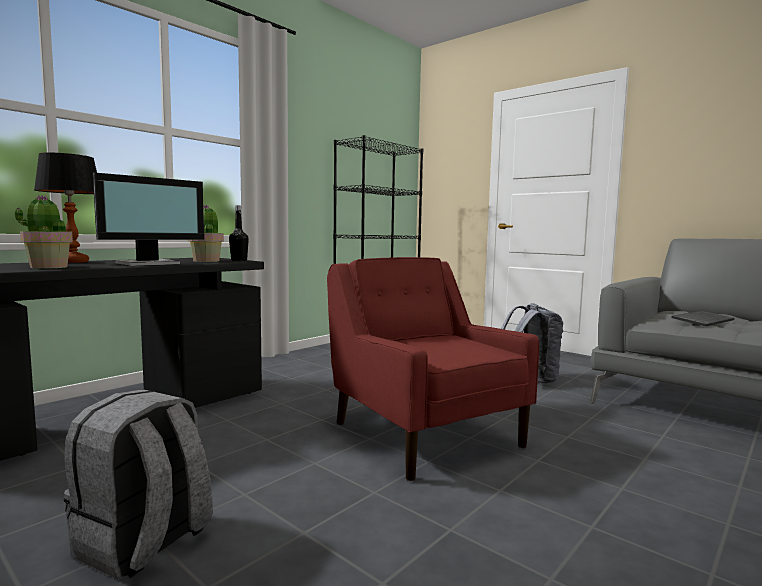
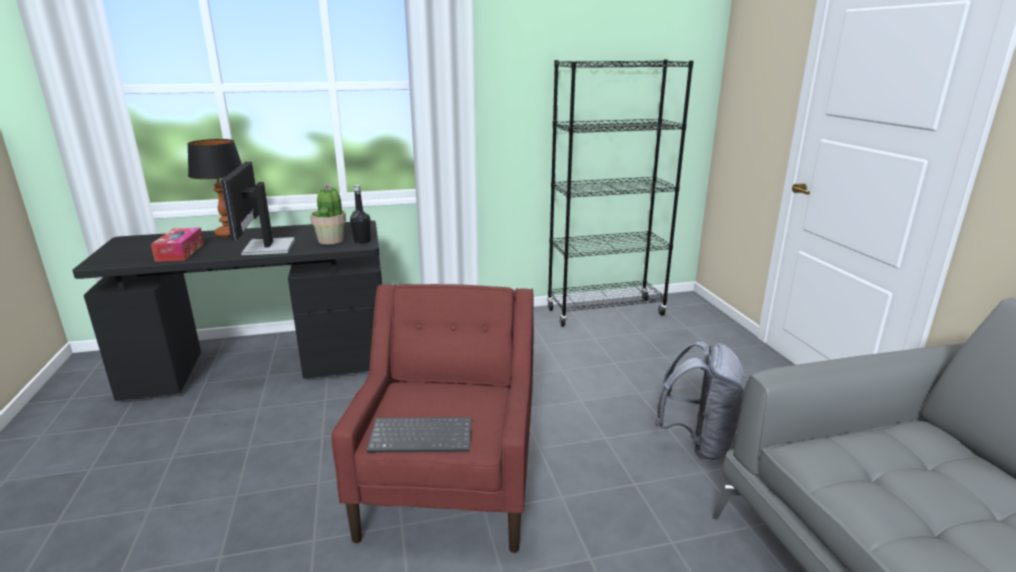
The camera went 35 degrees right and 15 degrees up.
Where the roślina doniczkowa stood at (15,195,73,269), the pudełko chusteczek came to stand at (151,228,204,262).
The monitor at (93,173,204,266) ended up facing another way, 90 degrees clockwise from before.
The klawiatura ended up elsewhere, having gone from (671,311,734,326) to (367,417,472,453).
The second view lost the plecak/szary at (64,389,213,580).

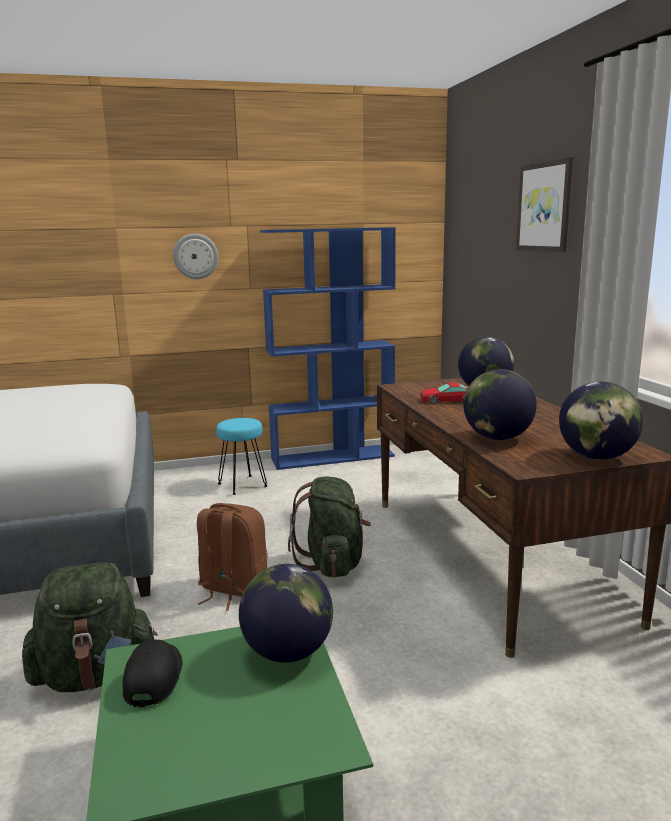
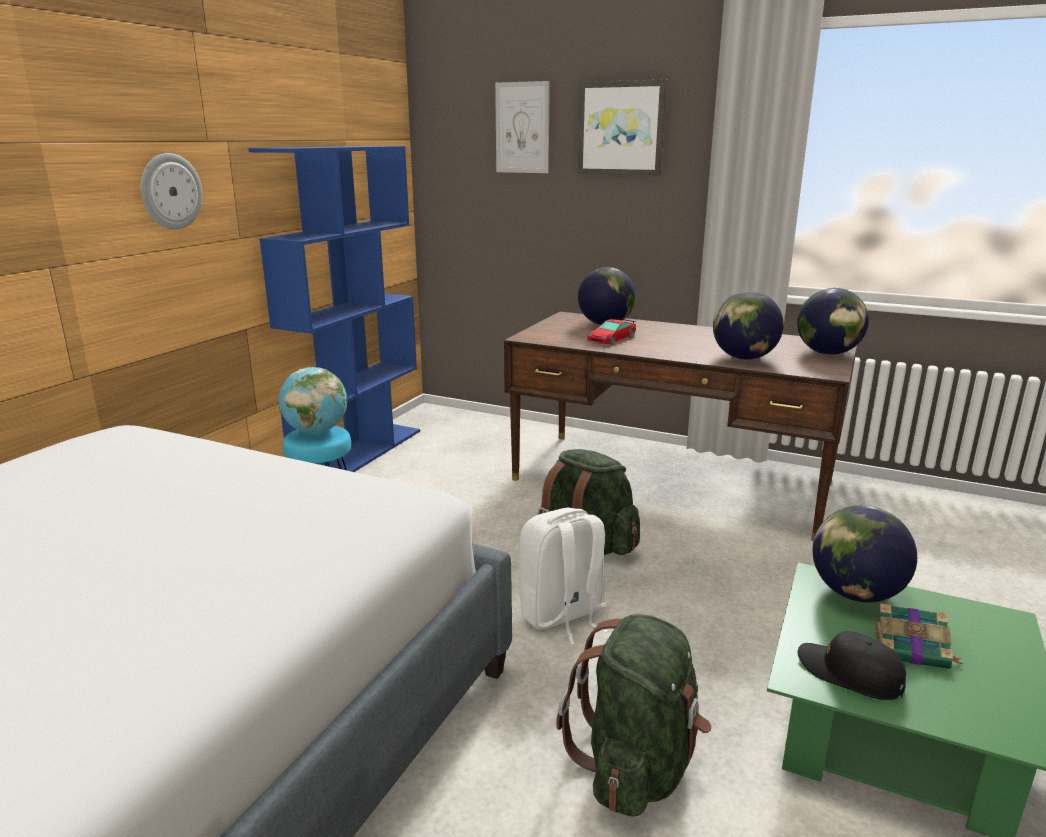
The camera went 50 degrees left and 5 degrees up.
The second view gained the globus at (278,367,347,434).
The second view gained the obraz at (495,81,550,173).
What was the plecak/brązowy at (197,503,268,611) turned into the plecak/biały at (519,508,608,645).
The second view gained the książka at (874,603,963,669).

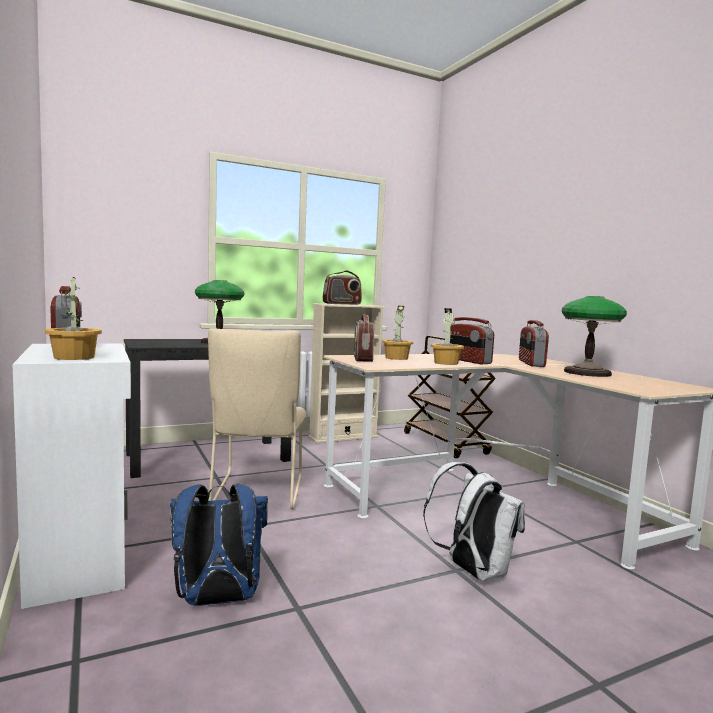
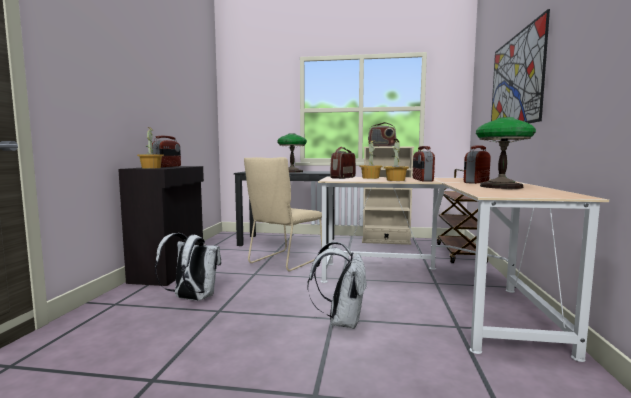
The camera went 35 degrees right and 0 degrees up.
What was the szafka/biały at (12,343,131,609) turned into the szafka/czarny at (118,166,206,286).
What was the plecak/niebieski at (170,484,268,606) turned into the plecak/biały at (155,233,221,301).
The second view gained the obraz at (491,9,550,123).

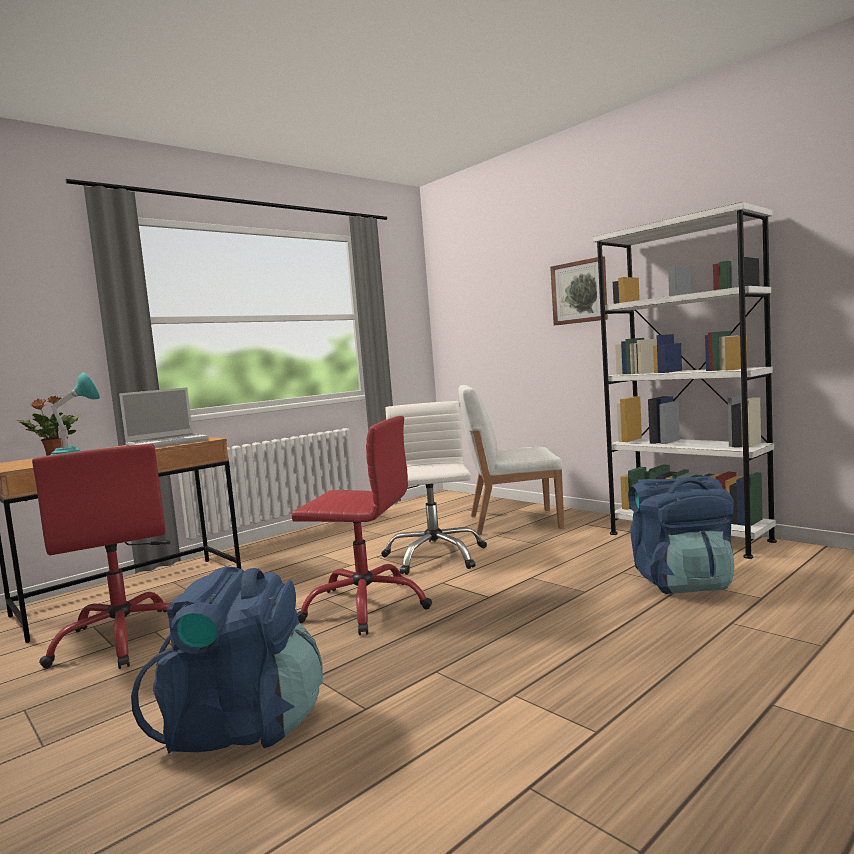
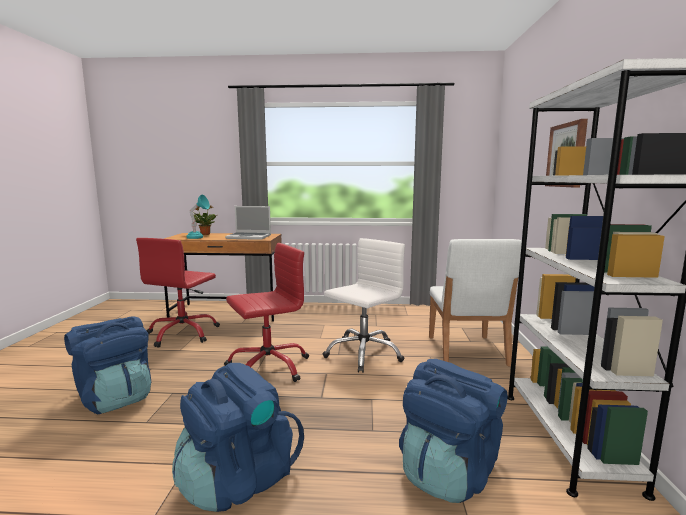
The camera went 45 degrees right and 5 degrees up.
The second view gained the plecak/niebieski at (172,363,304,512).
The krzesło biurowe/czerwony at (291,416,432,635) ended up facing another way, 90 degrees counterclockwise from before.
The krzesło/biały at (458,385,564,535) ended up facing another way, 135 degrees counterclockwise from before.

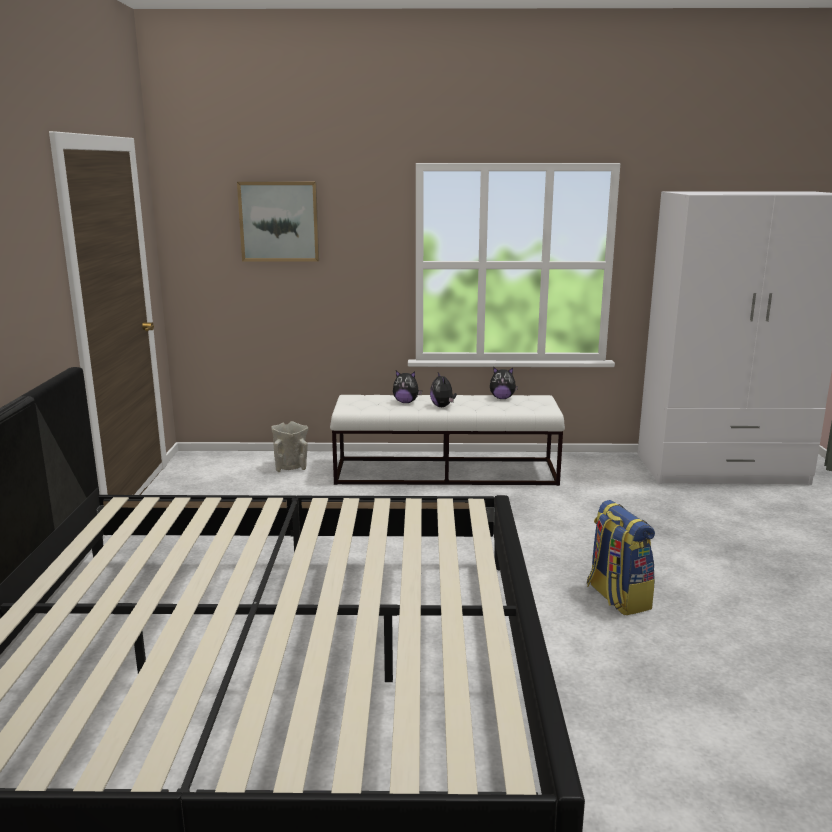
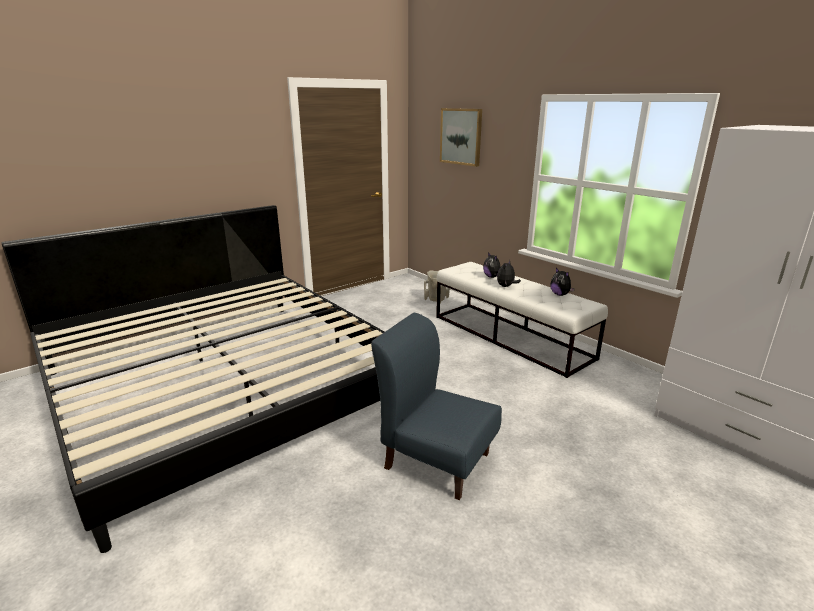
The camera went 50 degrees right and 5 degrees up.
Where the plecak stood at (587,500,655,616), the krzesło/niebieski came to stand at (371,313,502,500).

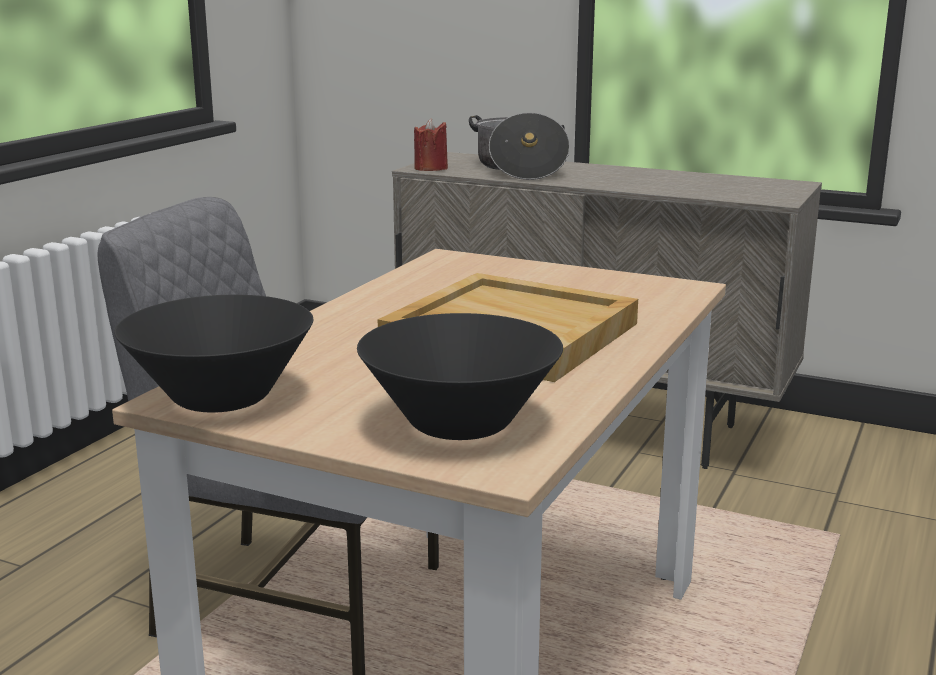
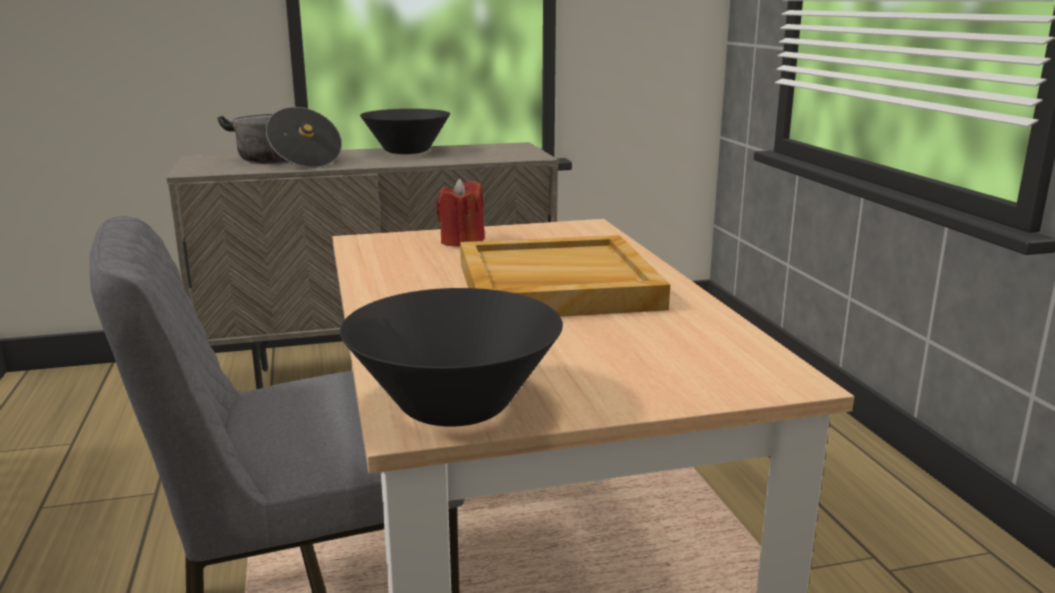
The camera went 40 degrees left and 0 degrees up.
The miska/czarny ended up elsewhere, having gone from (357,313,563,440) to (360,109,450,154).
The świeca/czerwony ended up elsewhere, having gone from (414,119,448,171) to (436,179,485,247).

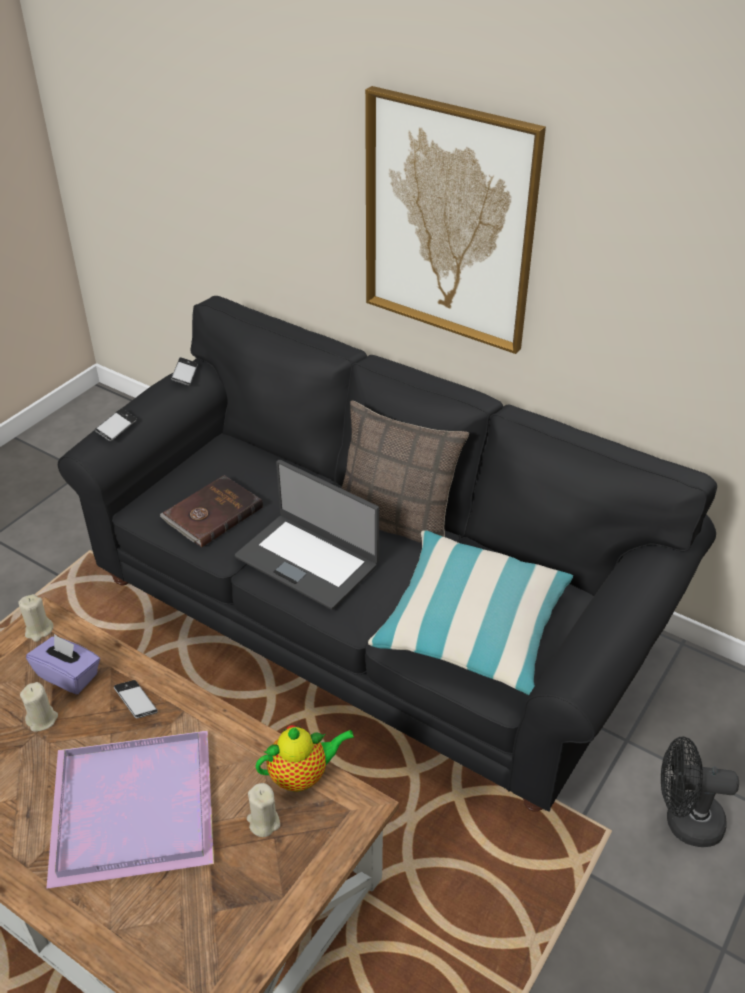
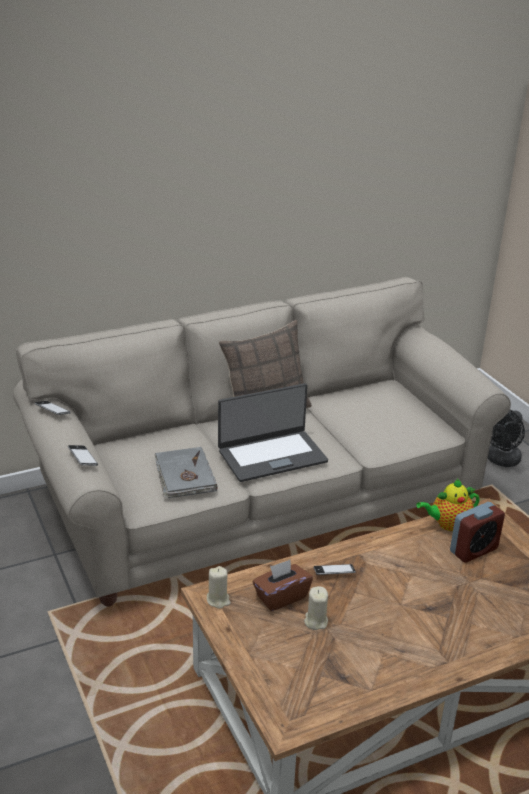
The camera went 60 degrees left and 10 degrees down.
What was the kanapa/czarny at (58,296,717,812) turned into the kanapa/beżowy at (13,277,511,607).
What was the książka/brązowy at (160,475,263,547) turned into the książka/szary at (154,447,218,498).
What was the pudełko chusteczek/fioletowy at (26,634,100,695) turned into the pudełko chusteczek/brązowy at (253,560,313,611).
The imbryk at (256,725,355,792) ended up facing another way, 120 degrees counterclockwise from before.
Where the świeca/beżowy stood at (247,783,280,837), the budzik came to stand at (450,502,505,563).
The second view lost the taca/fioletowy at (46,730,214,889).
The second view lost the obraz at (365,86,546,354).
The second view lost the poduszka at (368,531,573,695).

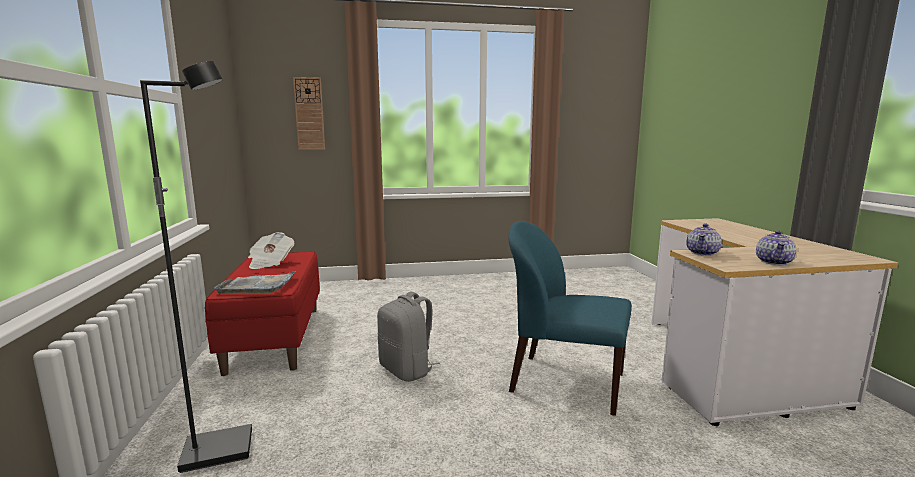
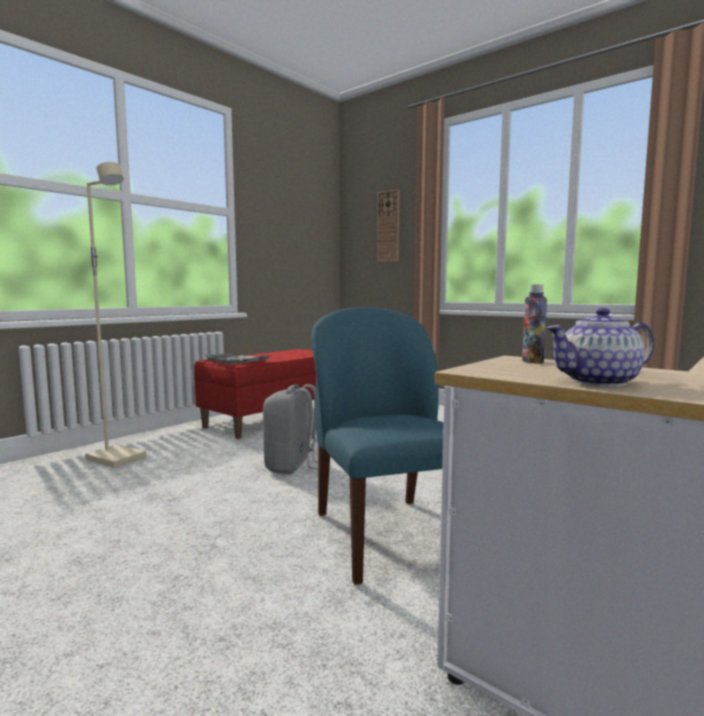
The camera went 50 degrees right and 5 degrees down.
What was the lampa stojąca/czarny at (140,61,252,473) turned into the lampa stojąca/beżowy at (85,162,147,468).
Where the imbryk stood at (686,223,722,256), the butelka came to stand at (522,285,547,364).
The second view lost the gazeta at (248,232,294,269).

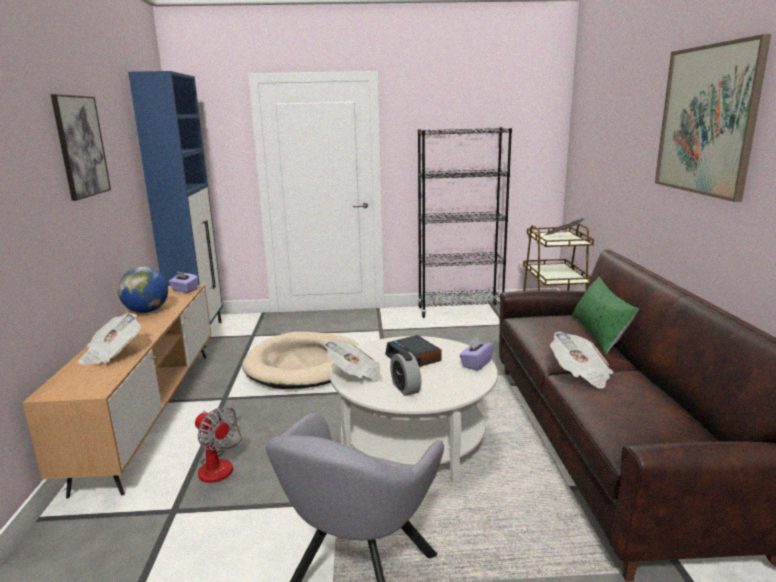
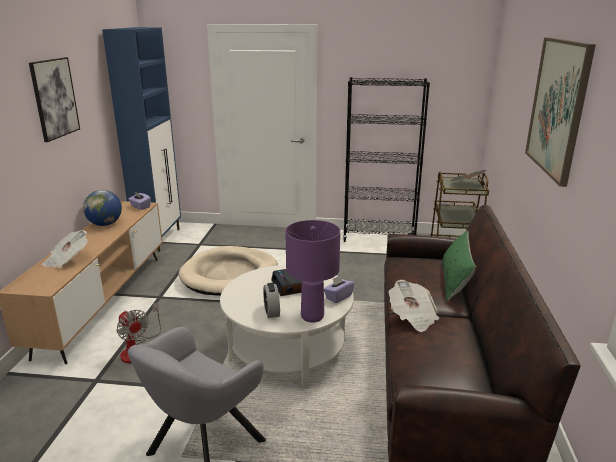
The camera went 10 degrees right and 5 degrees up.
The second view gained the lampa stołowa/fioletowy at (285,220,340,323).
The second view lost the gazeta at (324,341,383,381).

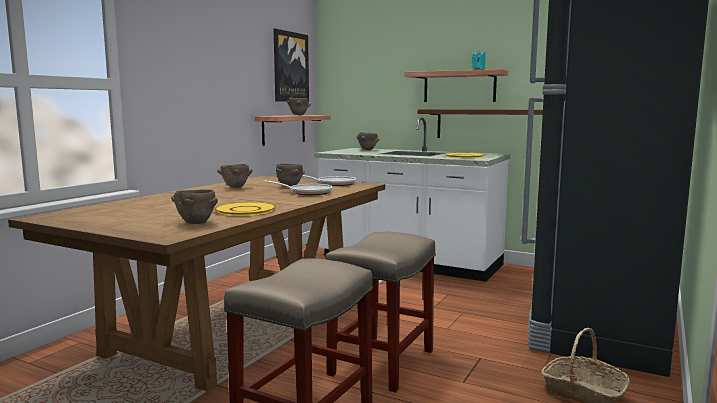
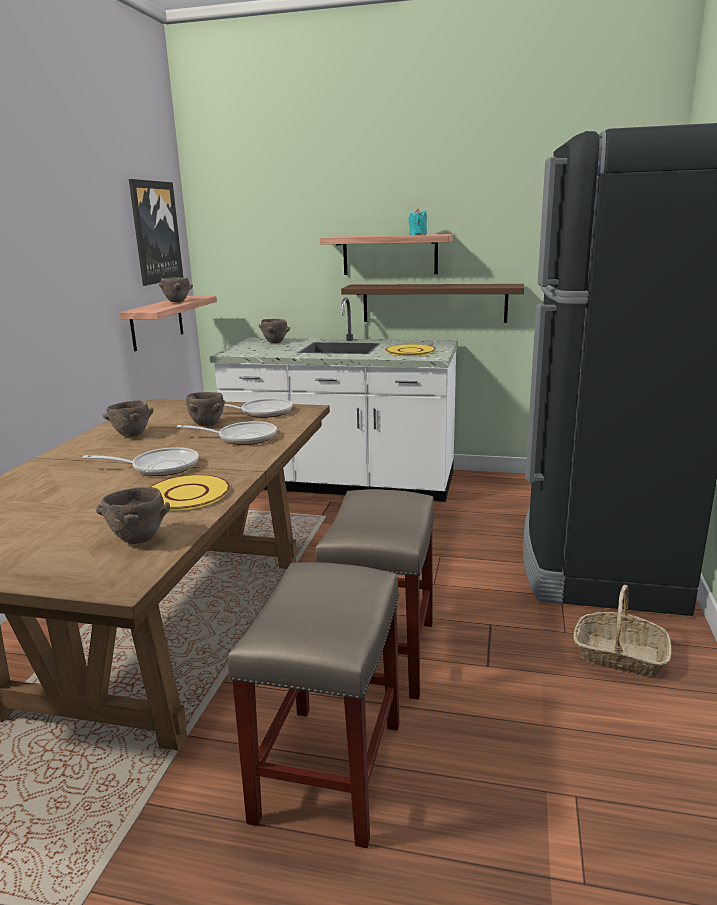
The camera went 15 degrees left and 10 degrees up.
The second view gained the patelnia at (83,447,199,476).

